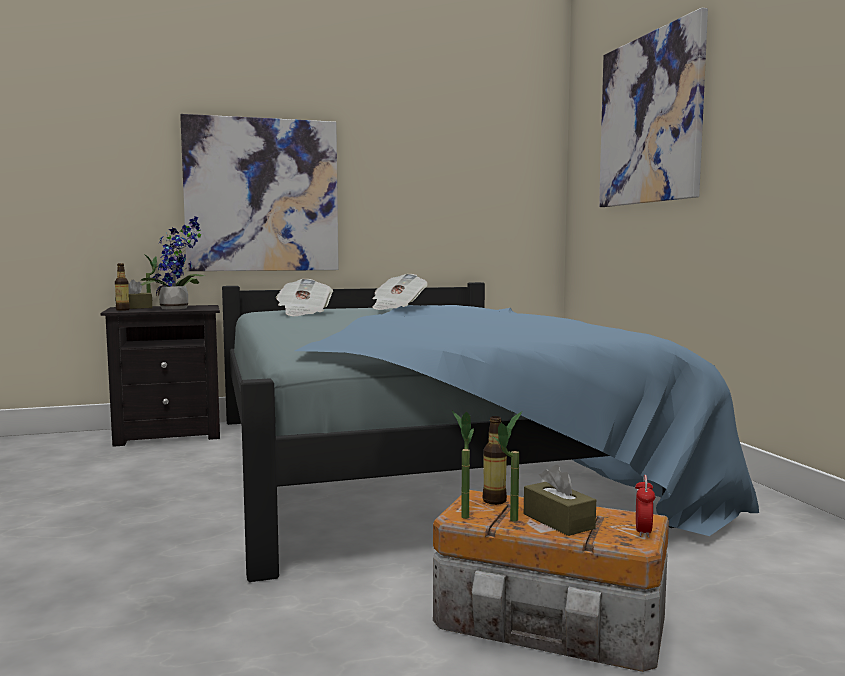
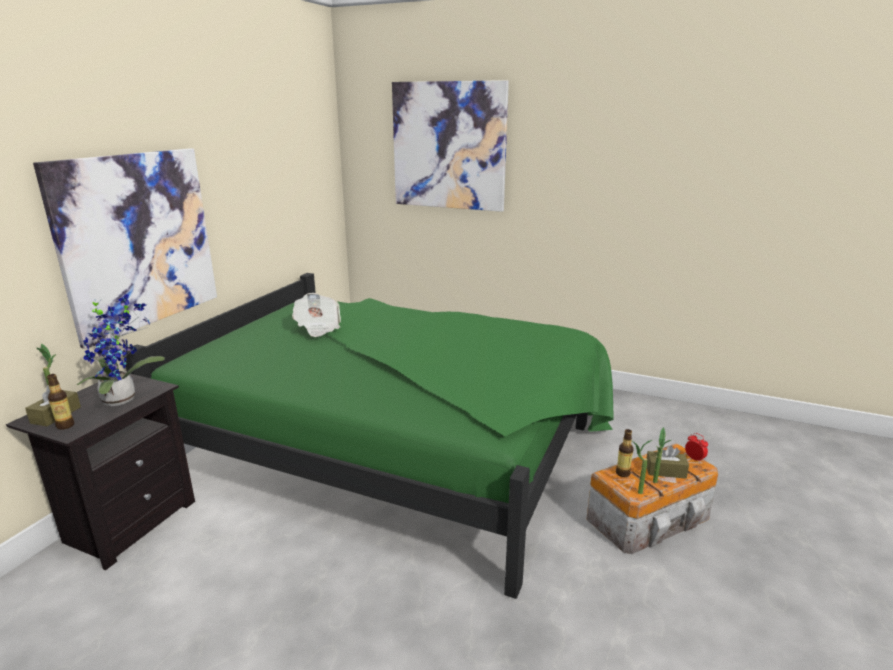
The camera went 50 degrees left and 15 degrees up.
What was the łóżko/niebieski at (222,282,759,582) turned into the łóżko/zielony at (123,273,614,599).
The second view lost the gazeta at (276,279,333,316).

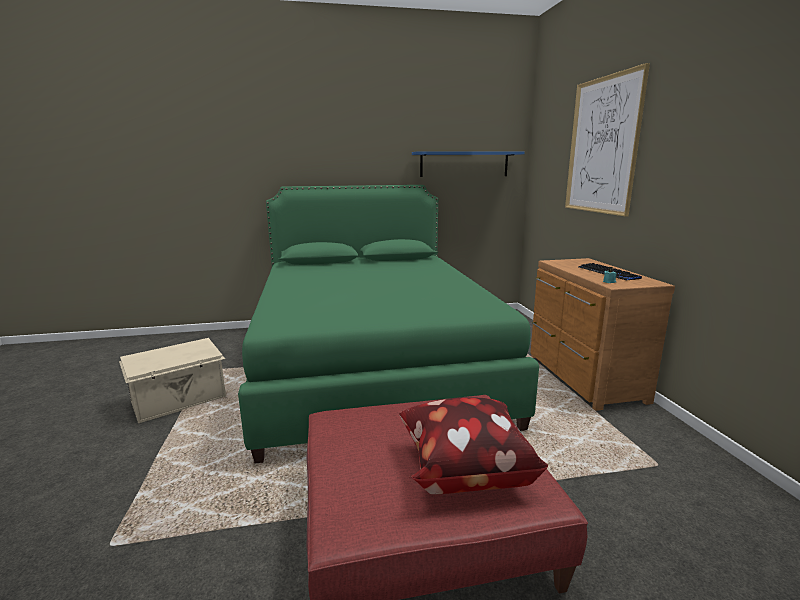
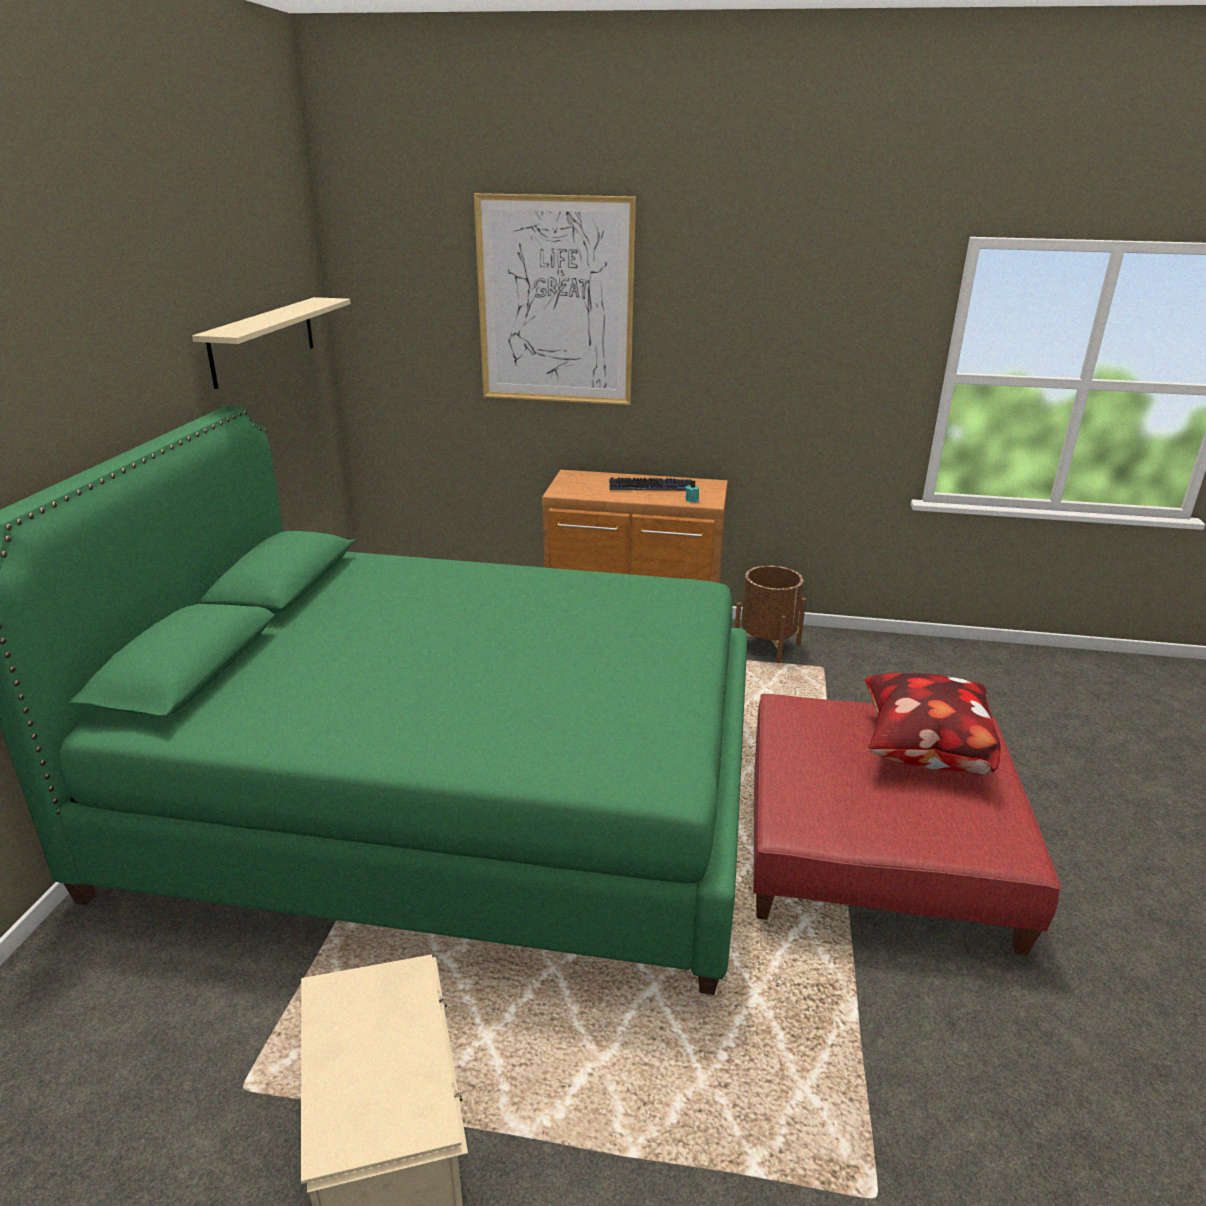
The camera went 70 degrees left and 10 degrees up.
What was the półka/niebieski at (412,151,525,177) turned into the półka/beżowy at (192,297,351,389).
The second view gained the donica/brązowy at (735,566,806,663).

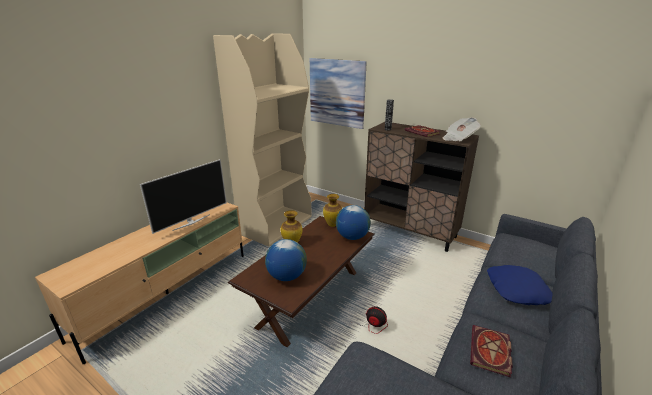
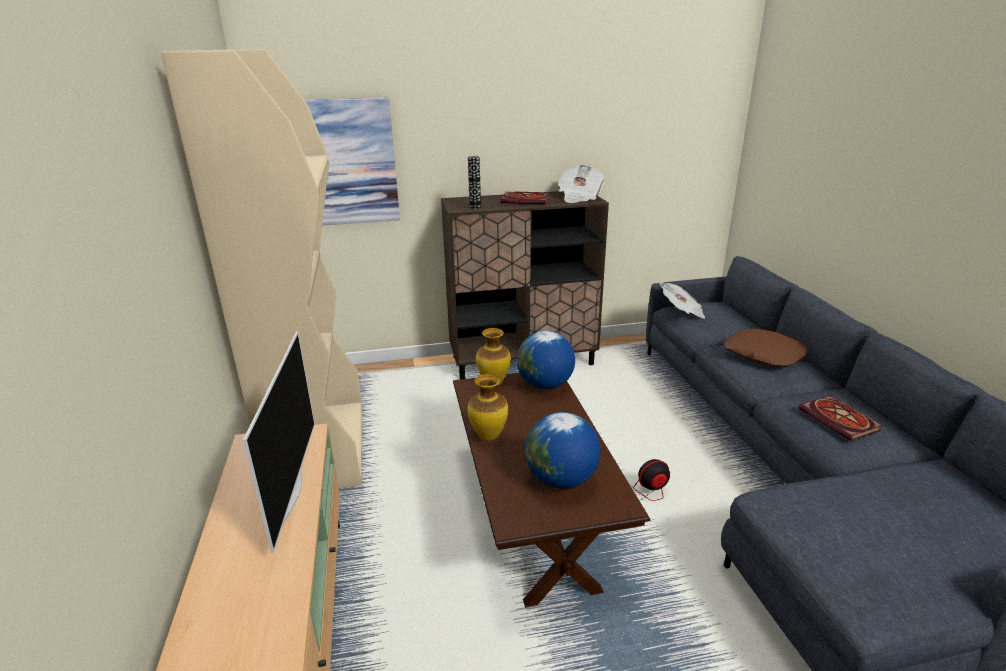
The camera went 45 degrees left and 0 degrees up.
The second view gained the gazeta at (660,282,705,318).
What was the poduszka/niebieski at (487,265,553,305) turned into the poduszka/brązowy at (724,328,808,367).

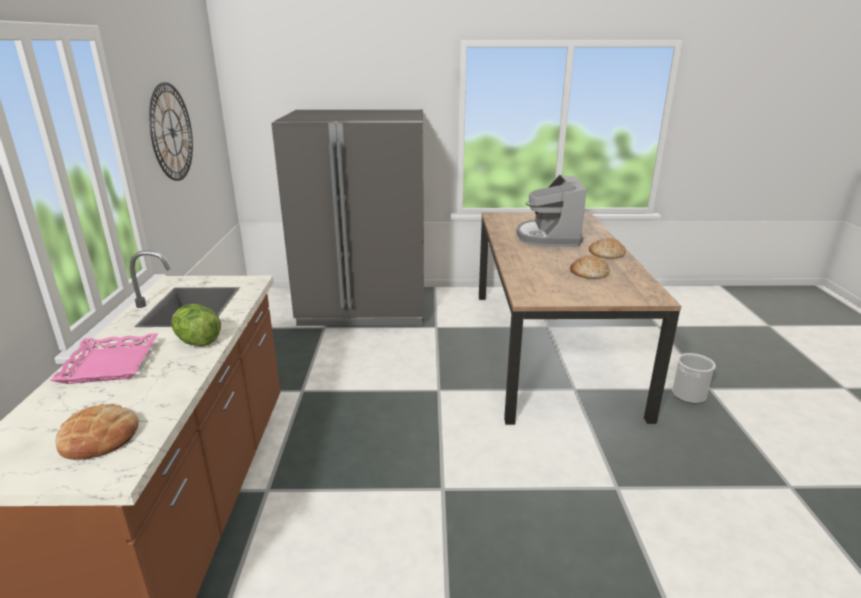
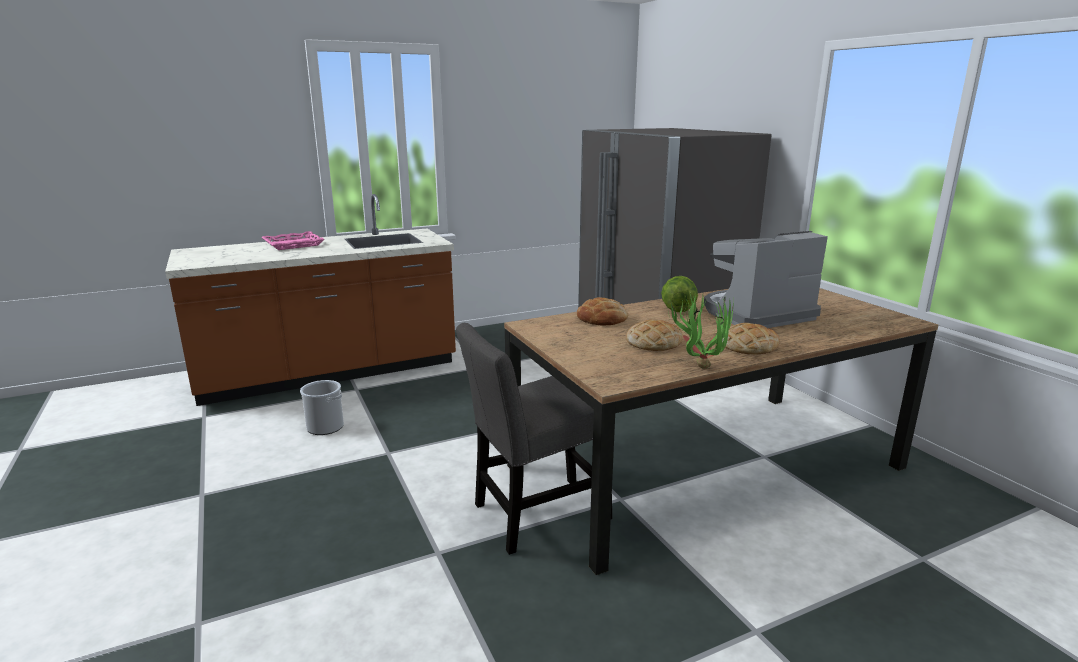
The camera went 65 degrees right and 5 degrees down.
The wiadro ended up elsewhere, having gone from (672,353,716,404) to (300,380,344,435).
The second view gained the krzesło/szary at (456,323,612,555).
The chleb ended up elsewhere, having gone from (56,404,139,460) to (577,297,628,325).
The sałata ended up elsewhere, having gone from (172,304,221,347) to (661,276,698,312).
The second view gained the roślina doniczkowa at (668,291,734,369).
The second view lost the zegar ścienny at (149,82,193,181).

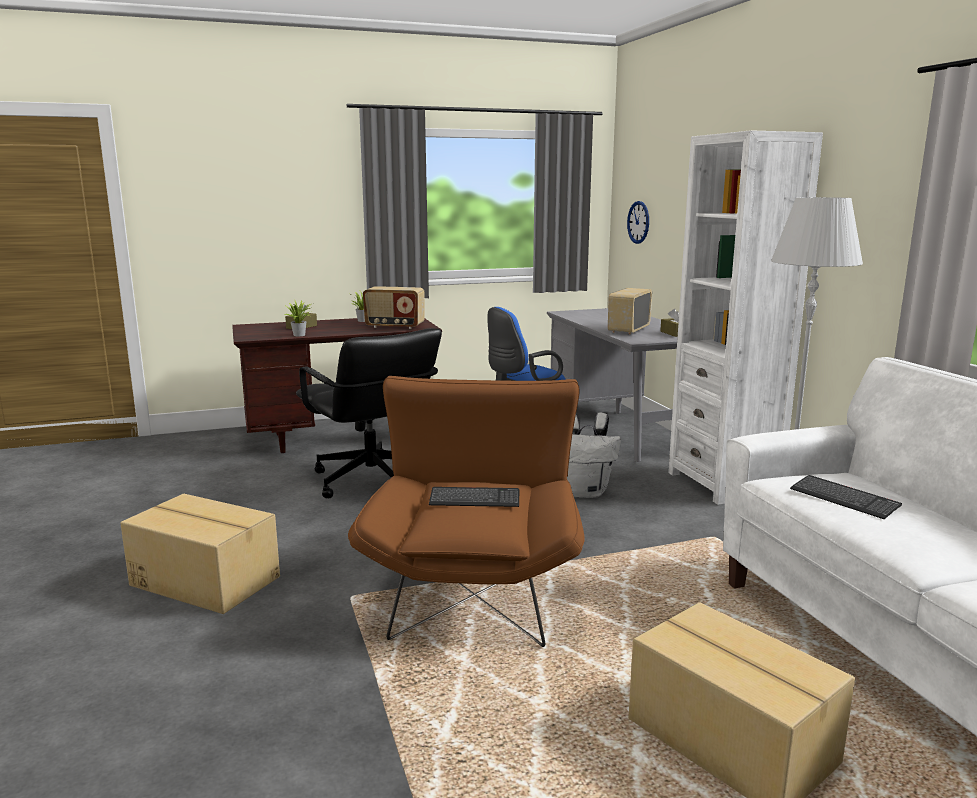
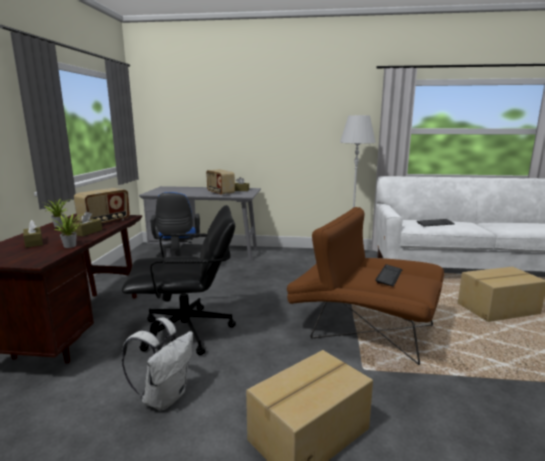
The camera went 65 degrees left and 0 degrees up.
The second view gained the pudełko chusteczek/brązowy at (71,211,102,236).
The plecak/biały ended up elsewhere, having gone from (567,412,621,498) to (122,317,193,411).
The second view lost the zegar ścienny at (627,201,649,244).
The second view lost the regał/biały at (668,130,823,505).

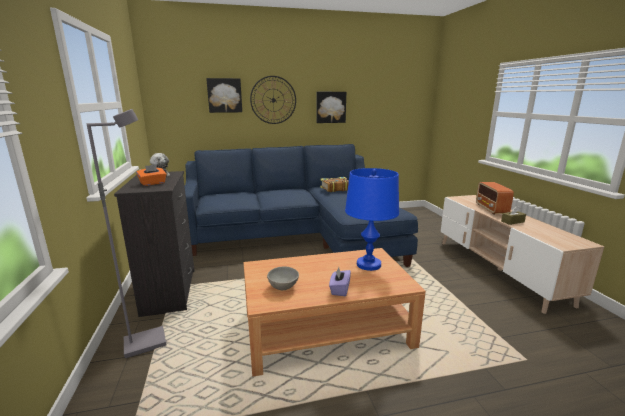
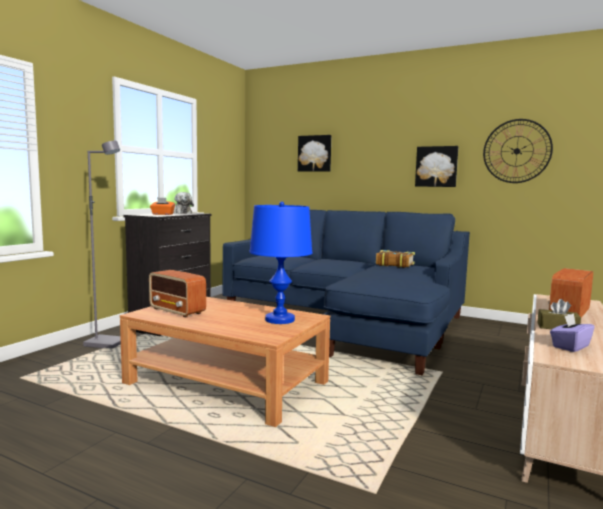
The camera went 40 degrees right and 10 degrees down.
Where the miska/szary stood at (267,267,299,290), the radio came to stand at (149,270,206,318).
The zegar ścienny ended up elsewhere, having gone from (250,76,296,124) to (483,119,553,183).
The pudełko chusteczek/fioletowy ended up elsewhere, having gone from (329,267,351,296) to (550,313,594,352).

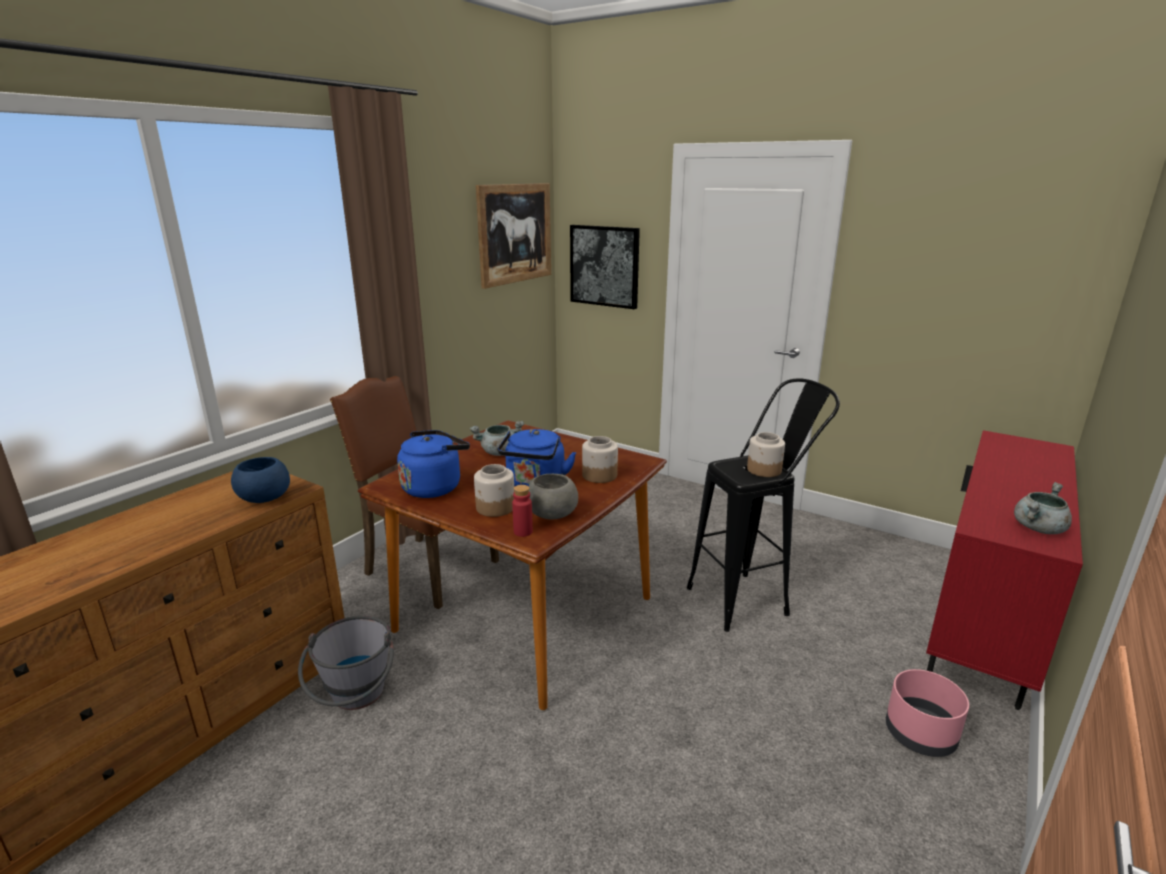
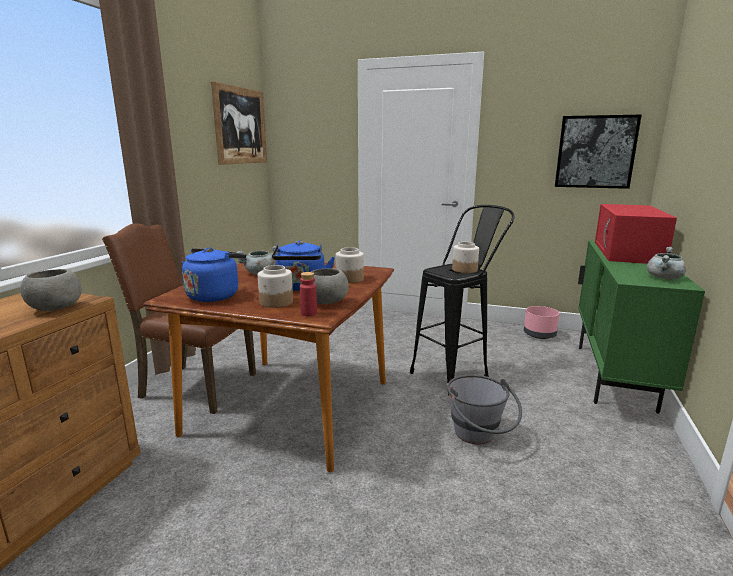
The camera went 15 degrees left and 5 degrees down.
What was the miska/niebieski at (231,457,290,503) turned into the miska/szary at (20,269,82,311).
The wiadro/szary ended up elsewhere, having gone from (298,616,394,710) to (447,375,522,445).
The donica/różowy ended up elsewhere, having gone from (886,669,969,757) to (524,306,559,339).
The obraz ended up elsewhere, having gone from (570,225,640,309) to (555,115,641,189).
What was the szafka/czerwony at (926,430,1083,710) turned into the szafka/zielony at (578,240,705,414).
The second view gained the mikrofalówka/czerwony at (595,204,677,264).

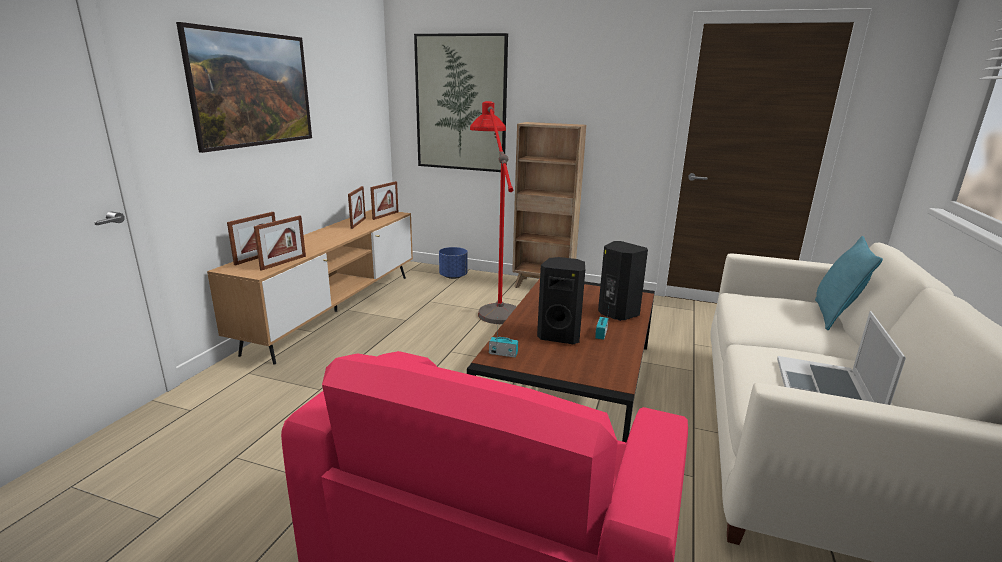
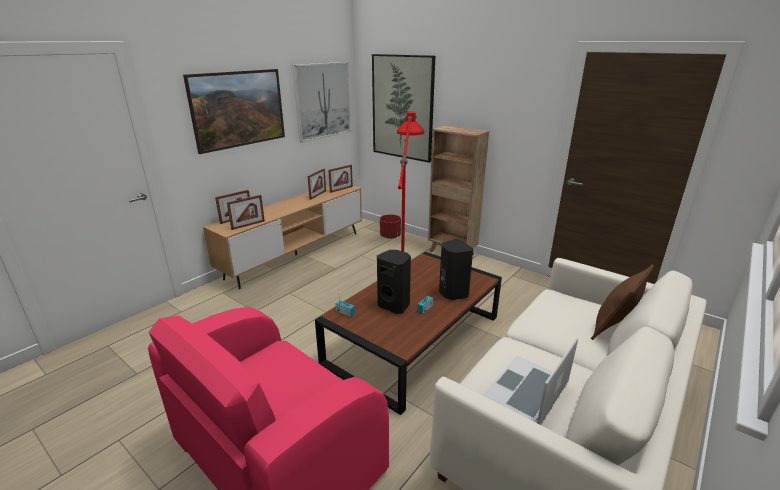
The camera went 20 degrees right and 5 degrees up.
The second view gained the obraz at (293,62,351,143).
What was the donica/niebieski at (439,247,467,279) turned into the donica/czerwony at (380,214,401,239).
What was the poduszka/turkusowy at (815,236,883,330) turned into the poduszka/brązowy at (591,264,654,340).

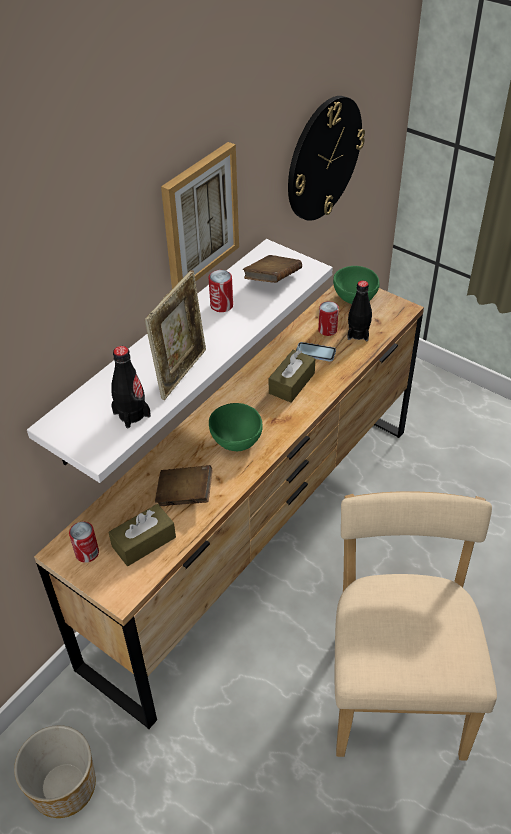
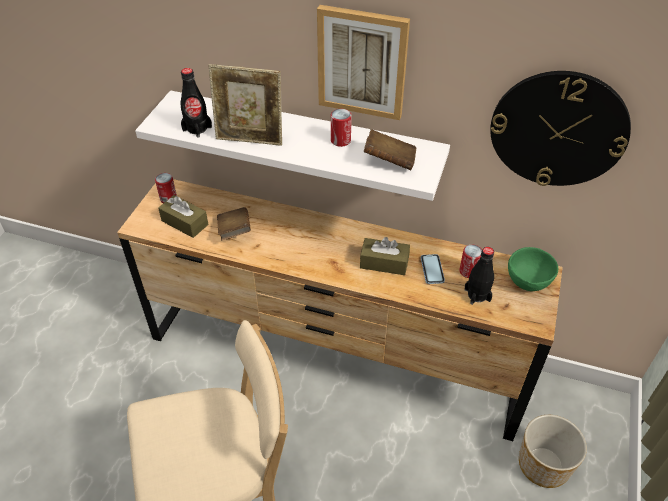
The camera went 70 degrees right and 0 degrees up.
The donica ended up elsewhere, having gone from (14,725,96,818) to (519,415,587,488).
The second view lost the miska/zielony at (209,403,263,451).

